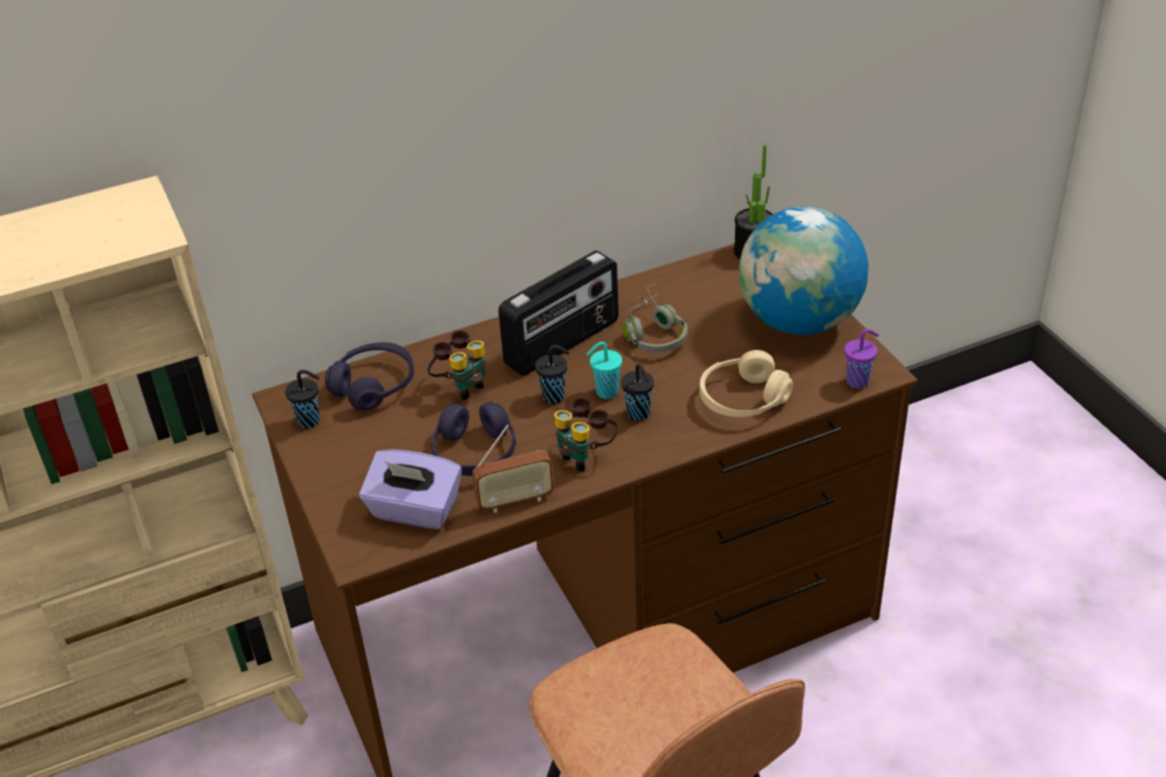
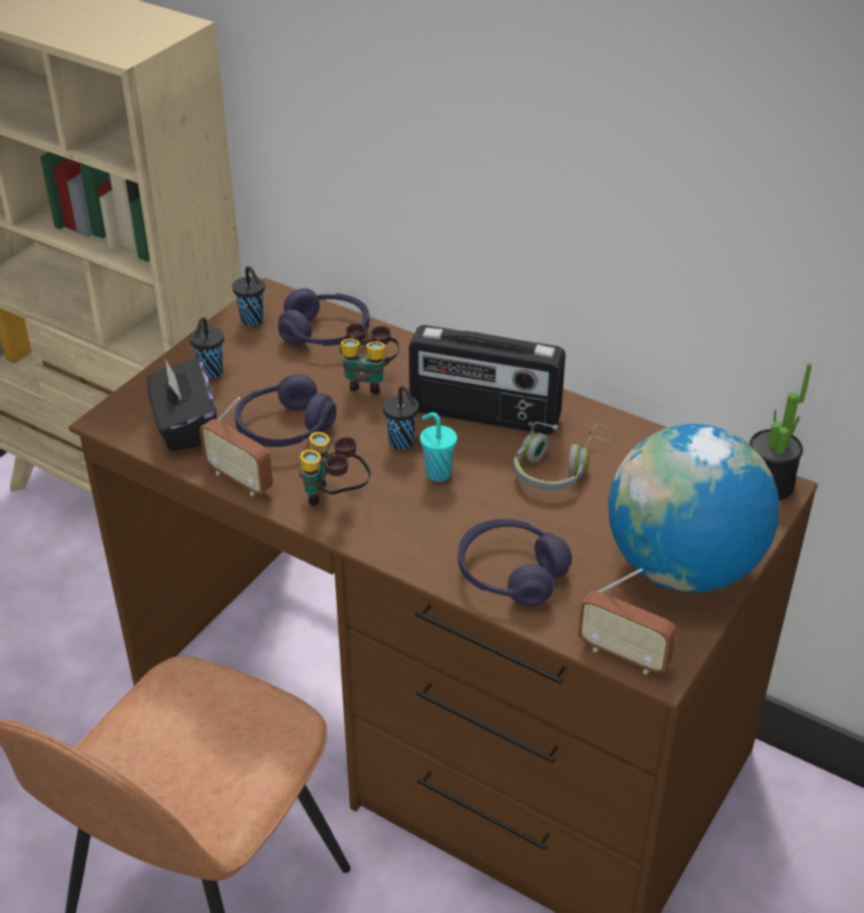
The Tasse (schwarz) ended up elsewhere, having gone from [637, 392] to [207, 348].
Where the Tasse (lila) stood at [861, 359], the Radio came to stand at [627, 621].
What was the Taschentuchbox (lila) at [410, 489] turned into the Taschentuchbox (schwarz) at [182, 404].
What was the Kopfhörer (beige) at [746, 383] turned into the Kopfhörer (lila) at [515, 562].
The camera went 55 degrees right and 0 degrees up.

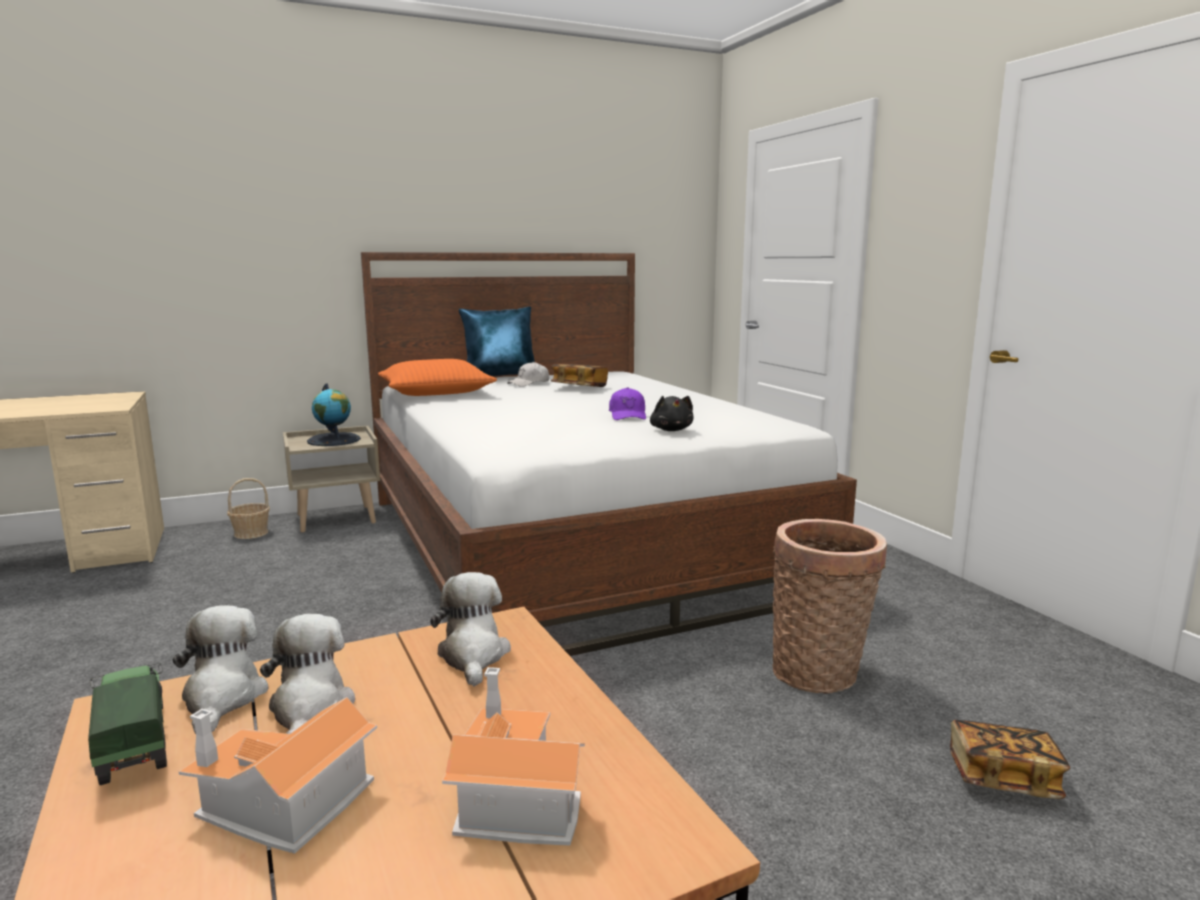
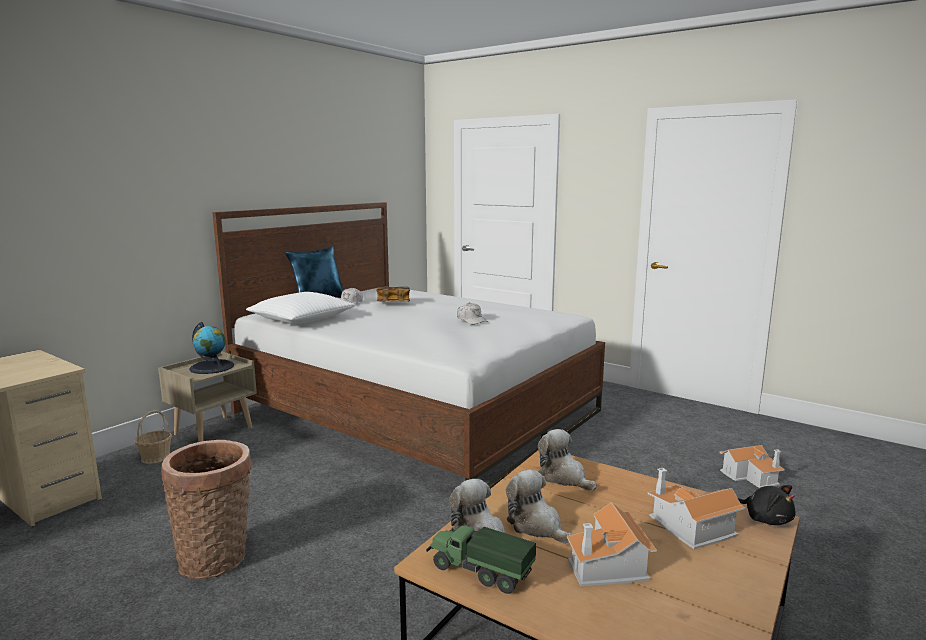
The Plüschtier (schwarz) ended up elsewhere, having gone from [671, 413] to [767, 505].
The Korb ended up elsewhere, having gone from [830, 606] to [206, 510].
Where the Buch stood at [1010, 759], the Spielzeughaus came to stand at [752, 466].
What was the Kissen (orange) at [437, 377] turned into the Kissen (weiß) at [301, 308].
What was the Kappe (lila) at [627, 403] turned into the Kappe (weiß) at [472, 313].
The camera went 30 degrees left and 0 degrees up.

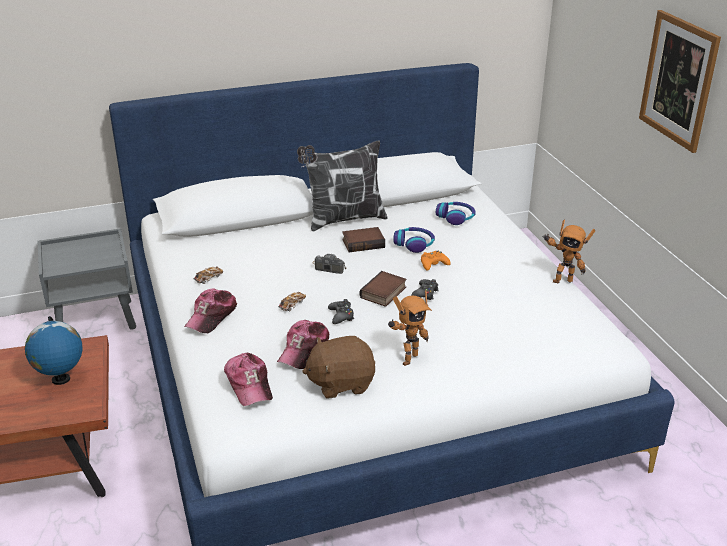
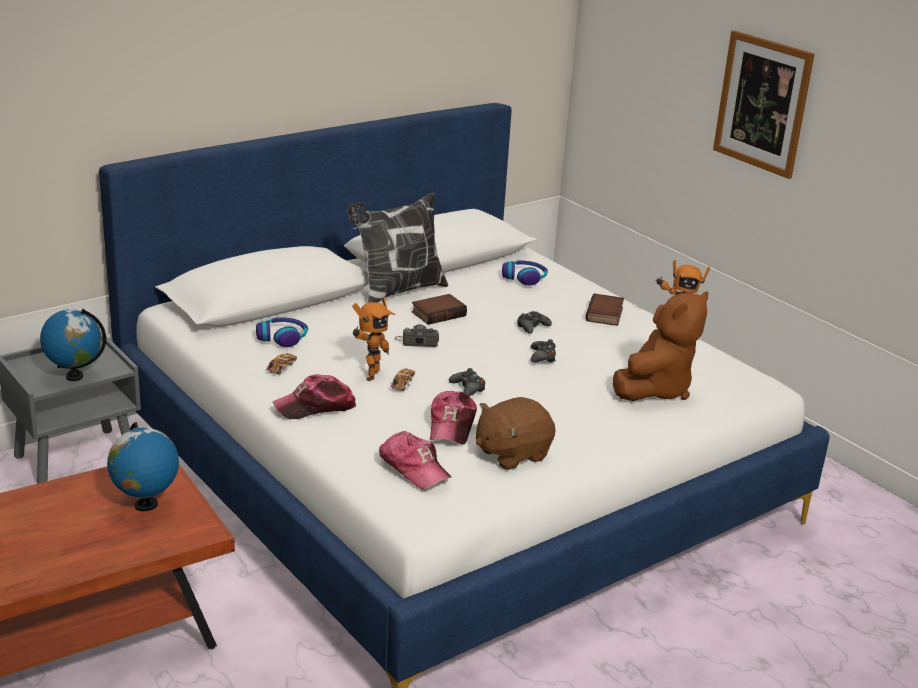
The second view gained the Globus at [73, 345].
The second view gained the Plüschtier (braun) at [661, 346].
The Buch ended up elsewhere, having gone from [383, 289] to [605, 310].
The Spielzeugroboter ended up elsewhere, having gone from [410, 328] to [374, 339].
The Kopfhörer ended up elsewhere, having gone from [414, 240] to [282, 332].
What was the Gamepad (orange) at [436, 260] turned into the Gamepad (schwarz) at [534, 322].
The Kappe at [210, 310] ended up facing another way, 60 degrees clockwise from before.
The camera went 20 degrees left and 5 degrees down.

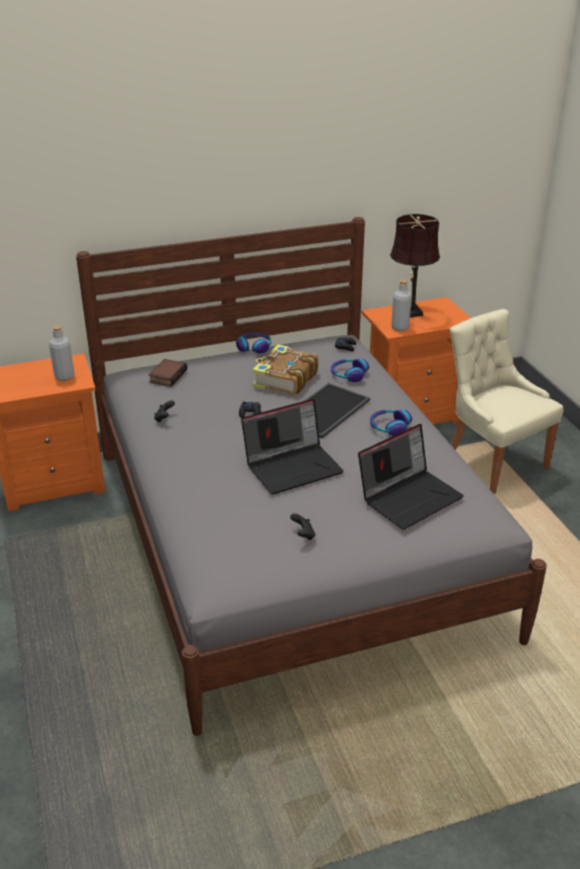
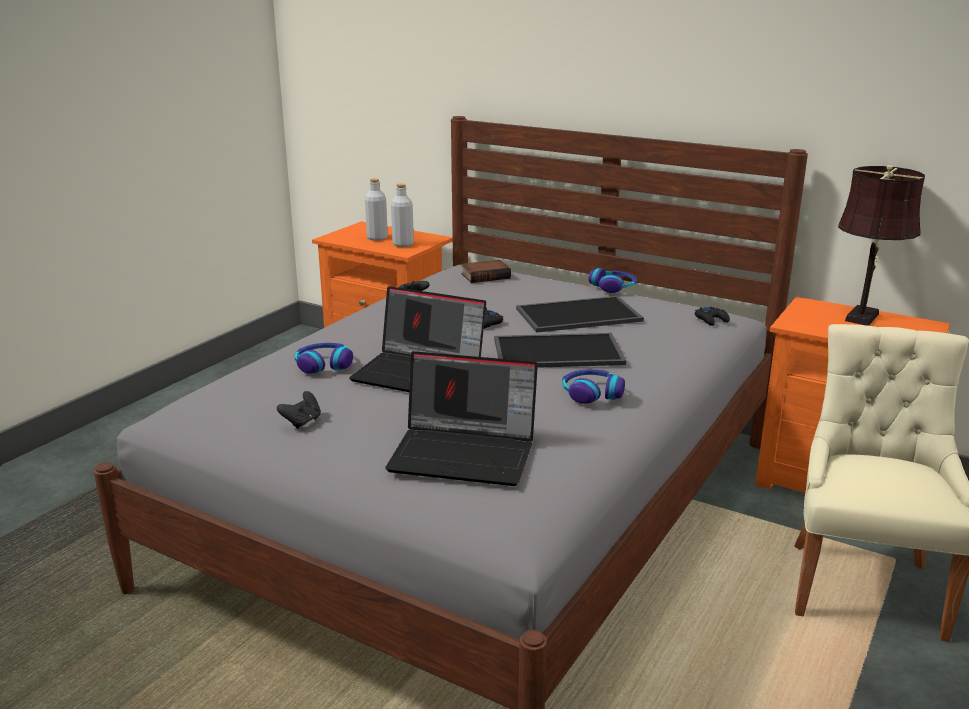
The Kopfhörer ended up elsewhere, having gone from [350, 370] to [324, 358].
The Flasche (grau) ended up elsewhere, having gone from [401, 305] to [376, 209].
Where the Buch stood at [285, 369], the Tablett came to stand at [580, 314].
The camera went 50 degrees right and 10 degrees down.

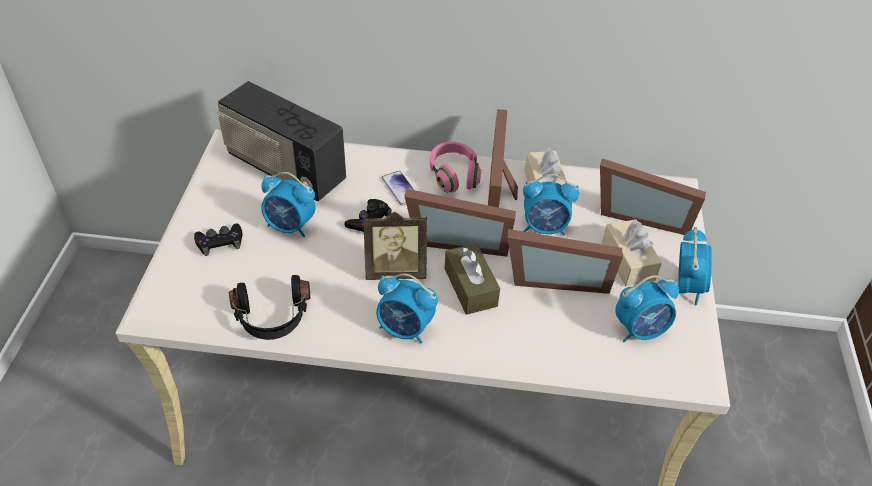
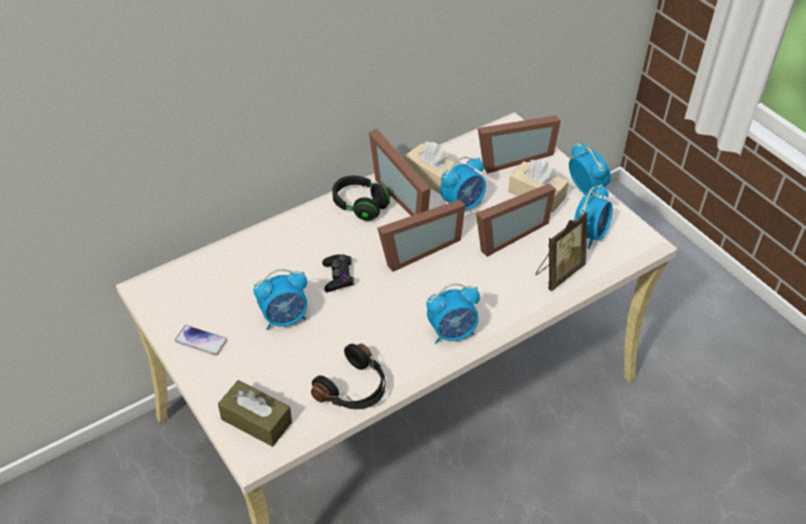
The second view lost the Gamepad (schwarz) at [218, 239].
The second view lost the Radio at [281, 141].
The Bilderrahmen ended up elsewhere, having gone from [395, 246] to [561, 251].
The Handy ended up elsewhere, having gone from [398, 188] to [201, 340].
The Taschentuchbox (braun) ended up elsewhere, having gone from [472, 279] to [255, 413].
What was the Kopfhörer (rosa) at [455, 167] turned into the Kopfhörer (schwarz) at [361, 198].
The camera went 40 degrees left and 0 degrees up.

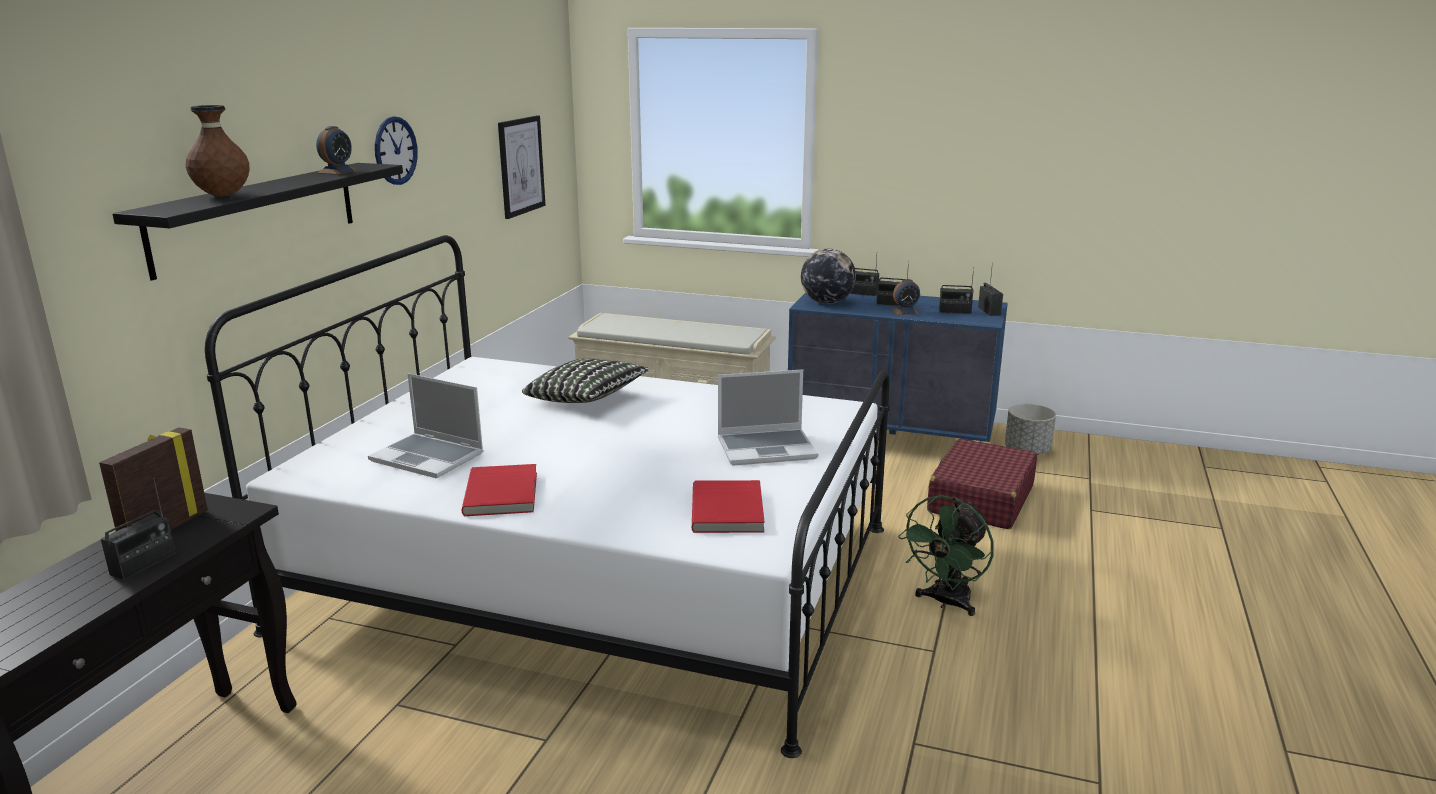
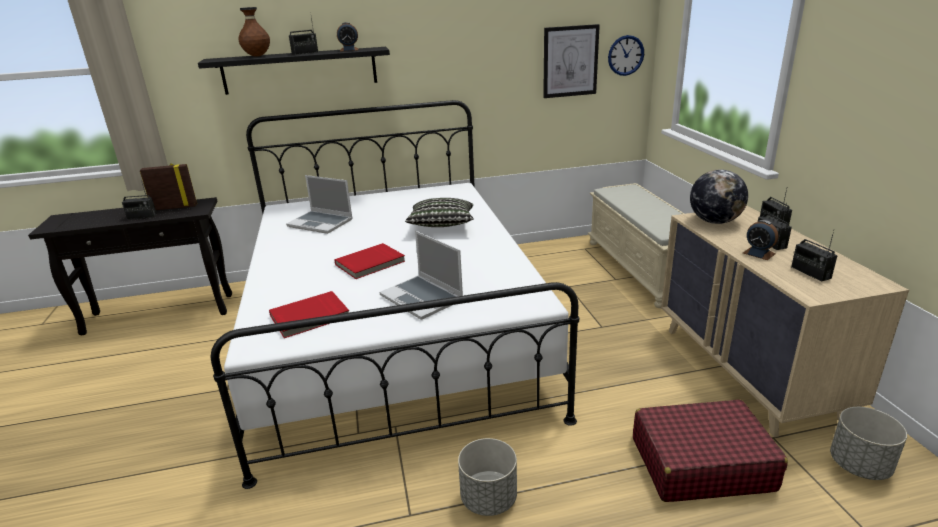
The Wanduhr ended up elsewhere, having gone from [396, 150] to [626, 55].
The Buch (rot) ended up elsewhere, having gone from [499, 490] to [370, 261].
The Radio ended up elsewhere, having gone from [990, 289] to [303, 33].
Where the Ventilator (grün) stood at [946, 555], the Pflanzkübel (grau) came to stand at [487, 477].
What was the Kommode (blau) at [898, 367] turned into the Kommode (beige) at [785, 321].
The Laptop at [426, 426] ended up facing another way, 60 degrees counterclockwise from before.
The camera went 60 degrees right and 5 degrees up.

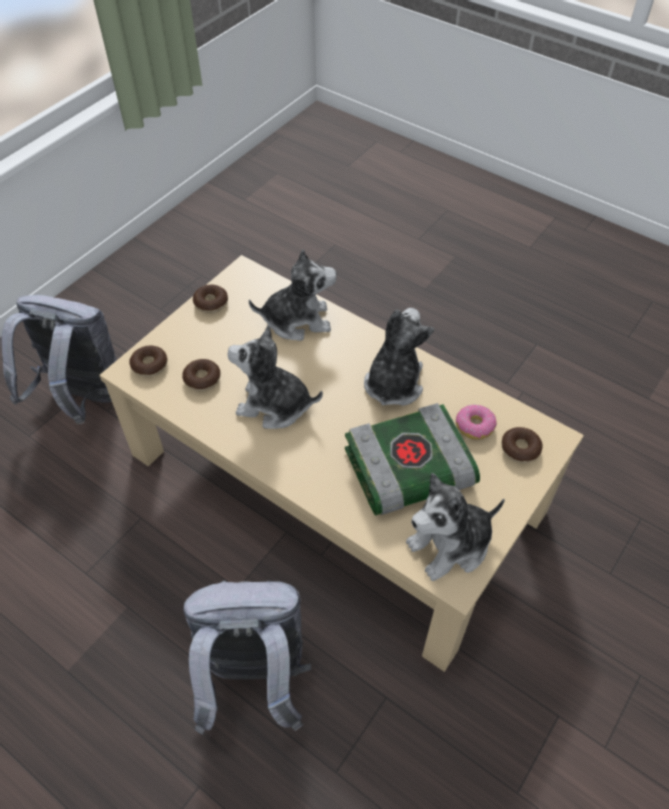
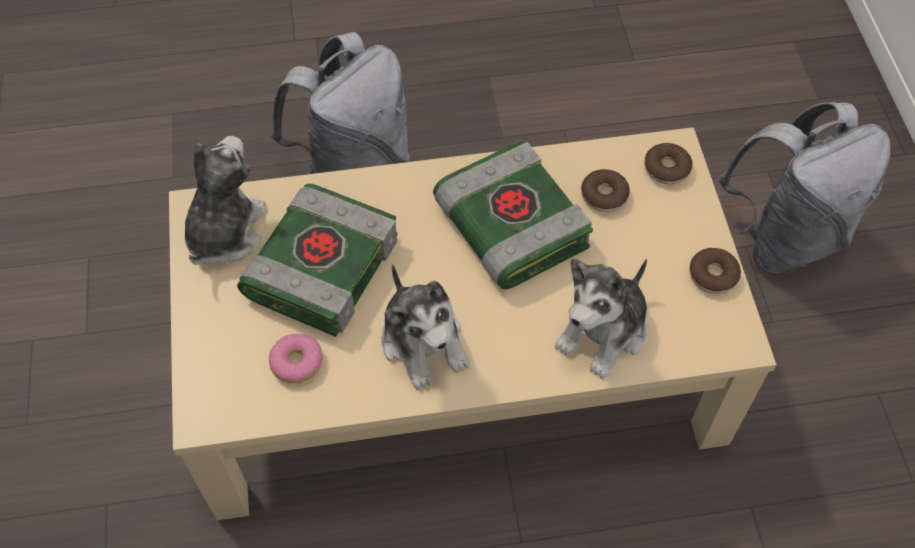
The second view lost the Donut at [521, 445].
Where the Plüschtier stood at [275, 377], the Buch came to stand at [513, 214].
The camera went 135 degrees right and 5 degrees up.

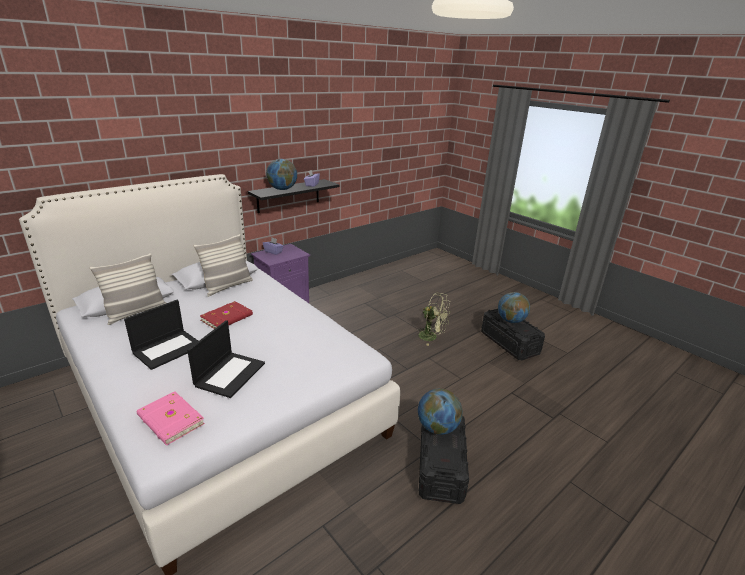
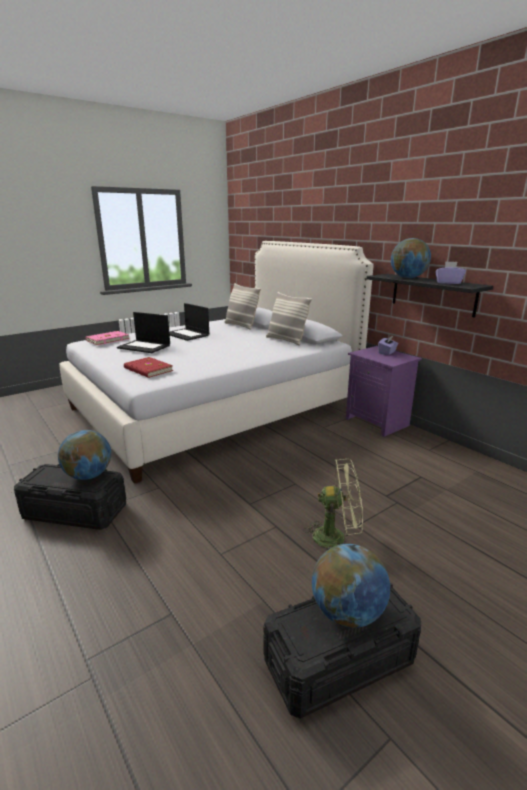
The Buch (rot) ended up elsewhere, having gone from [226, 315] to [148, 367].
The Ventilator (grün) at [433, 319] ended up facing another way, 120 degrees counterclockwise from before.
The camera went 95 degrees right and 5 degrees down.

